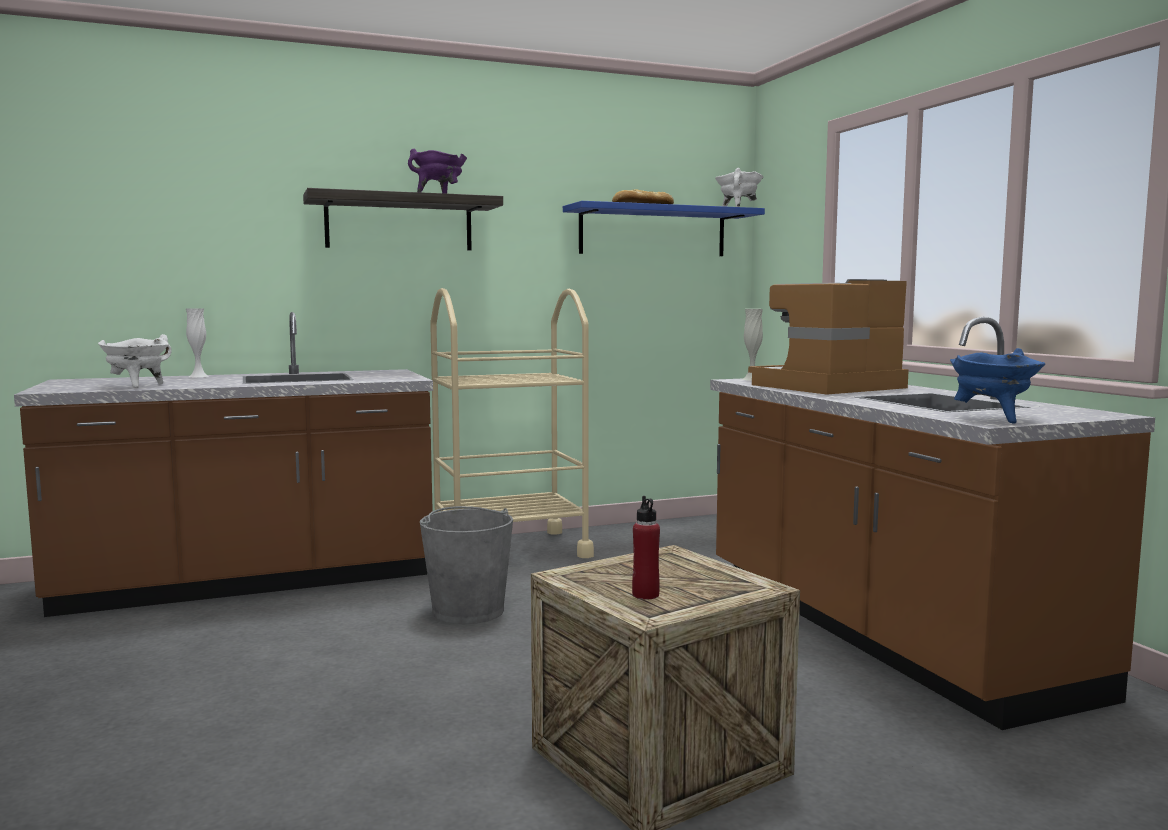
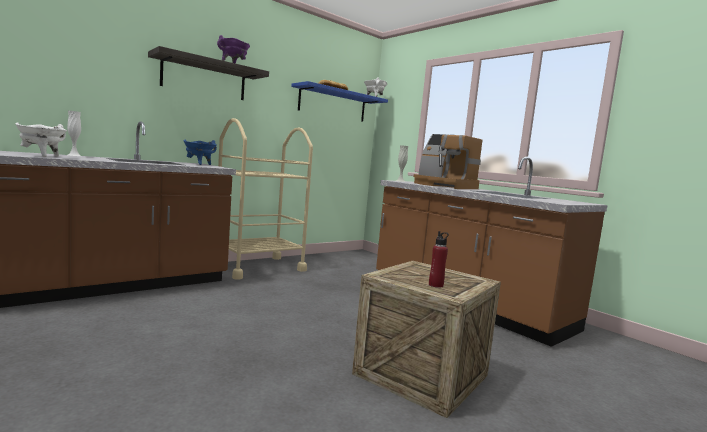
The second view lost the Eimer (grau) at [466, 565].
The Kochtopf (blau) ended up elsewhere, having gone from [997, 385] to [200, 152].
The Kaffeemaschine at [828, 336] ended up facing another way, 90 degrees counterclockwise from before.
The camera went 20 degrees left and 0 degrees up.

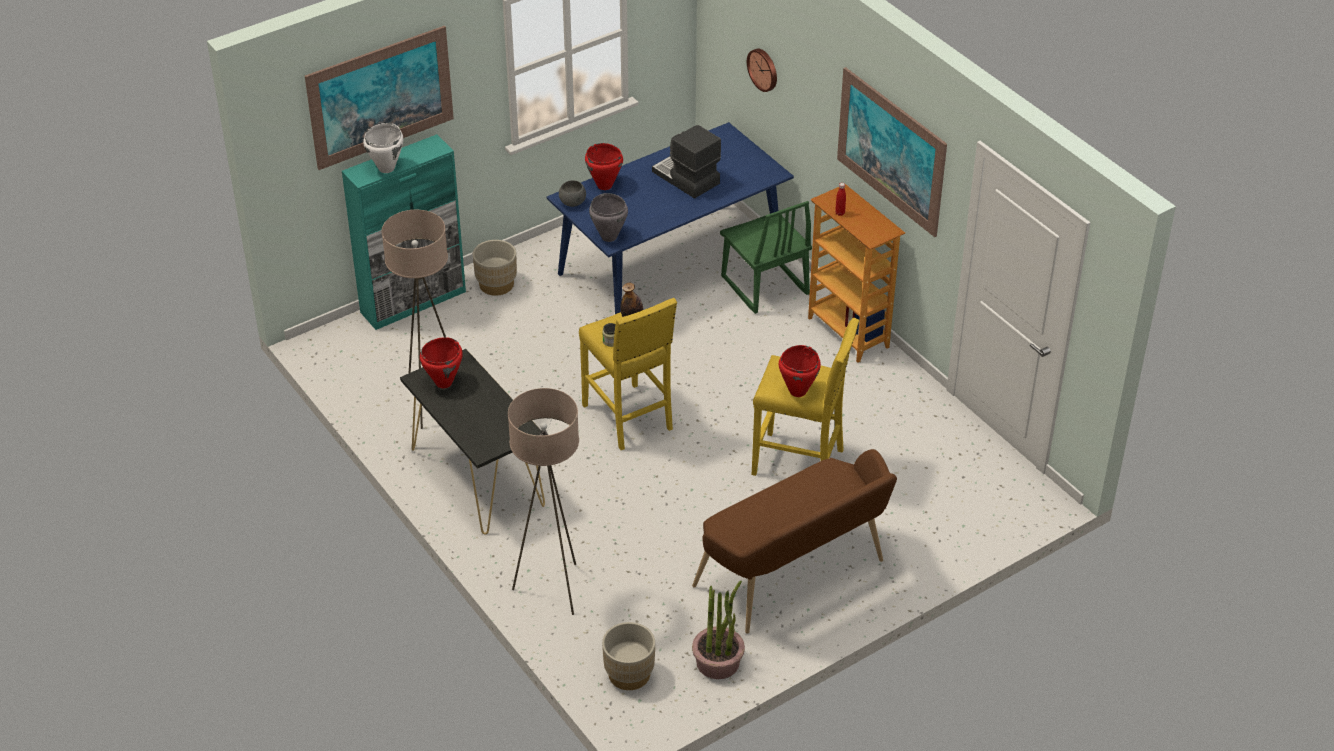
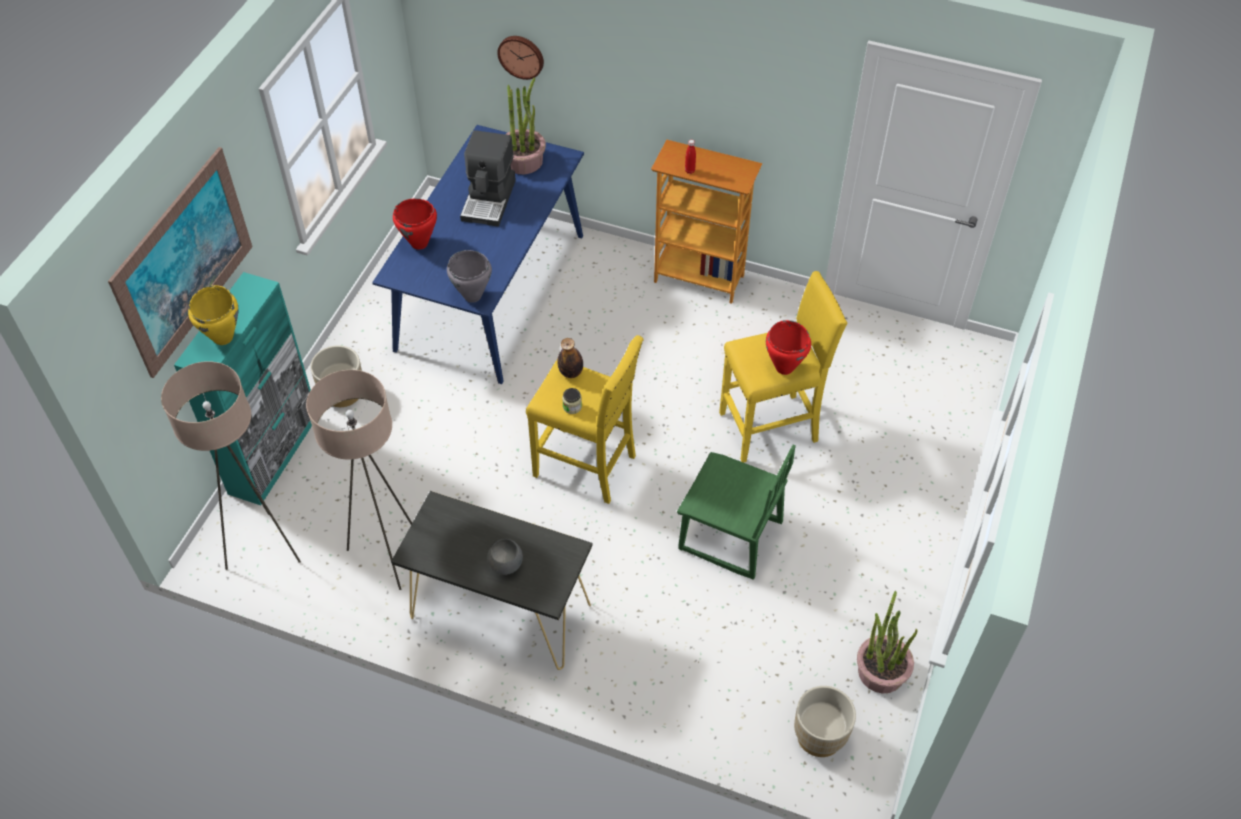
The second view lost the Kochtopf (rot) at [441, 362].
The second view lost the Bank (braun) at [794, 541].
The second view lost the Bild at [892, 152].
The second view gained the Topfpflanze at [525, 125].
The Stehlampe (beige) ended up elsewhere, having gone from [543, 501] to [231, 465].
The Schüssel (grau) ended up elsewhere, having gone from [572, 193] to [505, 557].
The Stuhl (grün) ended up elsewhere, having gone from [766, 257] to [736, 512].
What was the Kochtopf (weiß) at [383, 148] turned into the Kochtopf (gelb) at [213, 315].
The Kaffeemaschine at [686, 162] ended up facing another way, 90 degrees counterclockwise from before.
The camera went 35 degrees left and 10 degrees up.

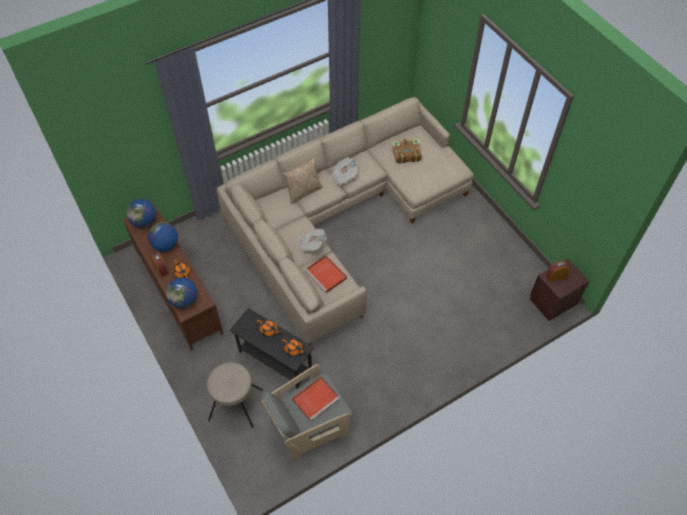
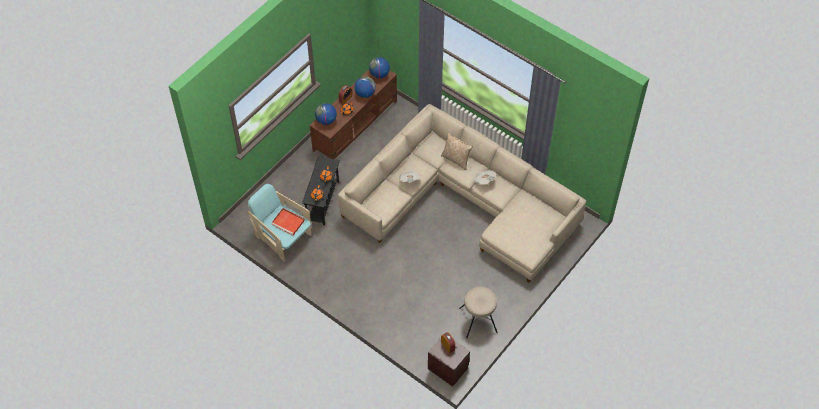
The second view lost the Tablett (rot) at [326, 274].
The second view lost the Buch at [407, 151].
The Hocker (beige) ended up elsewhere, having gone from [235, 395] to [478, 312].
What was the Sessel (grau) at [306, 412] turned into the Sessel (türkis) at [280, 223].
The camera went 70 degrees right and 0 degrees up.

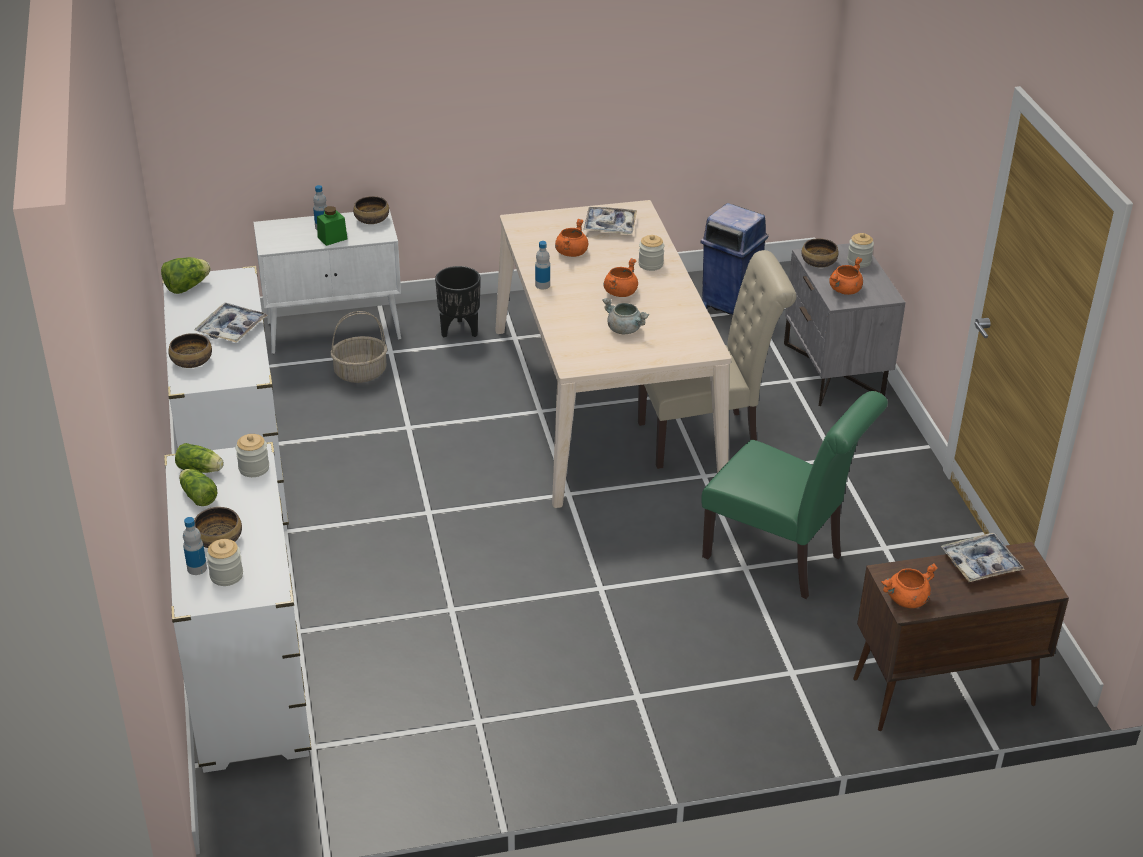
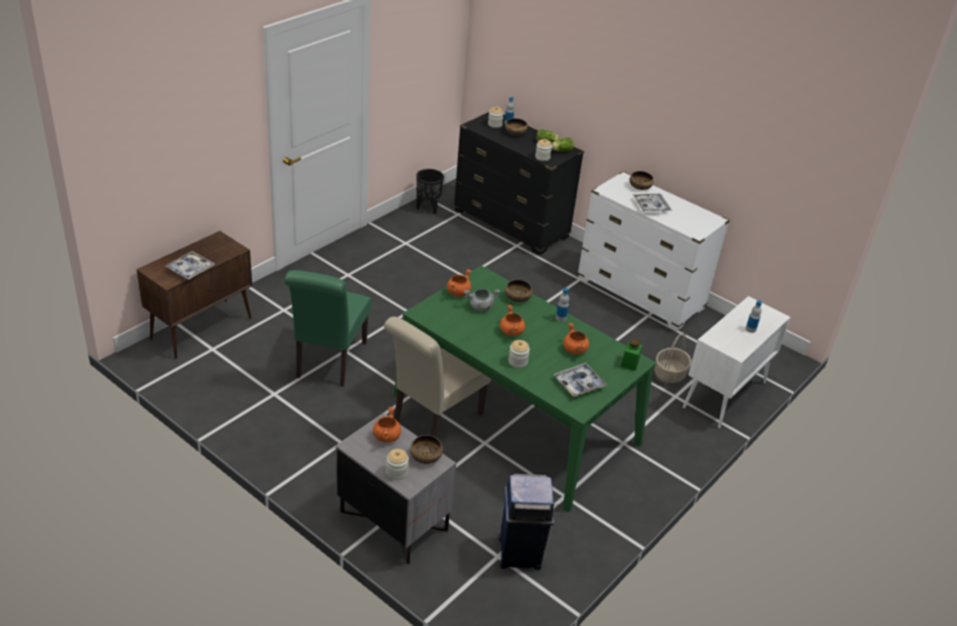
The second view lost the Salatkopf at [186, 275].
The Vorratsglas (grün) ended up elsewhere, having gone from [332, 226] to [631, 355].
The Schüssel ended up elsewhere, having gone from [371, 210] to [518, 291].
The Pflanzkübel (schwarz) ended up elsewhere, having gone from [458, 301] to [430, 191].
The Kochtopf (orange) ended up elsewhere, having gone from [909, 585] to [459, 283].
What was the Kommode (weiß) at [238, 607] turned into the Kommode (schwarz) at [519, 183].
What was the Esstisch (beige) at [613, 354] turned into the Esstisch (grün) at [525, 389].
The Stuhl (grün) at [794, 495] ended up facing another way, 75 degrees counterclockwise from before.
The camera went 140 degrees right and 0 degrees up.

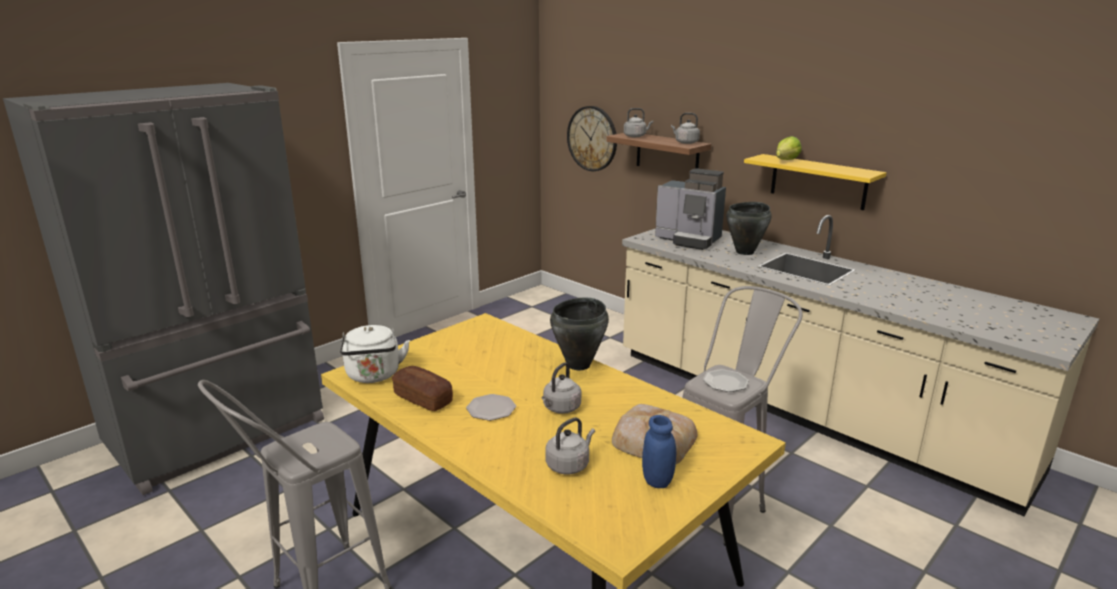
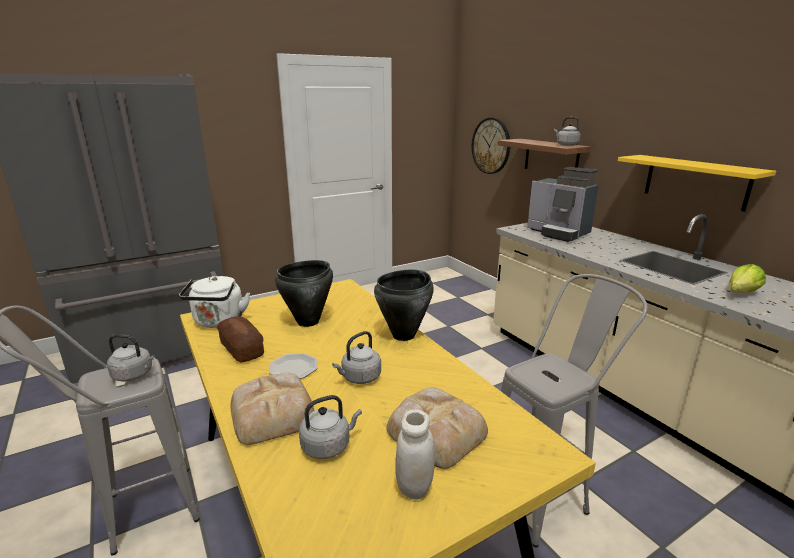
The second view lost the Teller at [726, 380].
The second view gained the Brot at [272, 409].
The Wasserkessel (grau) ended up elsewhere, having gone from [638, 122] to [131, 358].
The Kochtopf (schwarz) ended up elsewhere, having gone from [749, 228] to [304, 293].
The Salatkopf ended up elsewhere, having gone from [789, 148] to [747, 278].
What was the Vorratsglas (blau) at [659, 451] turned into the Vorratsglas (weiß) at [415, 454].
The camera went 15 degrees right and 0 degrees up.

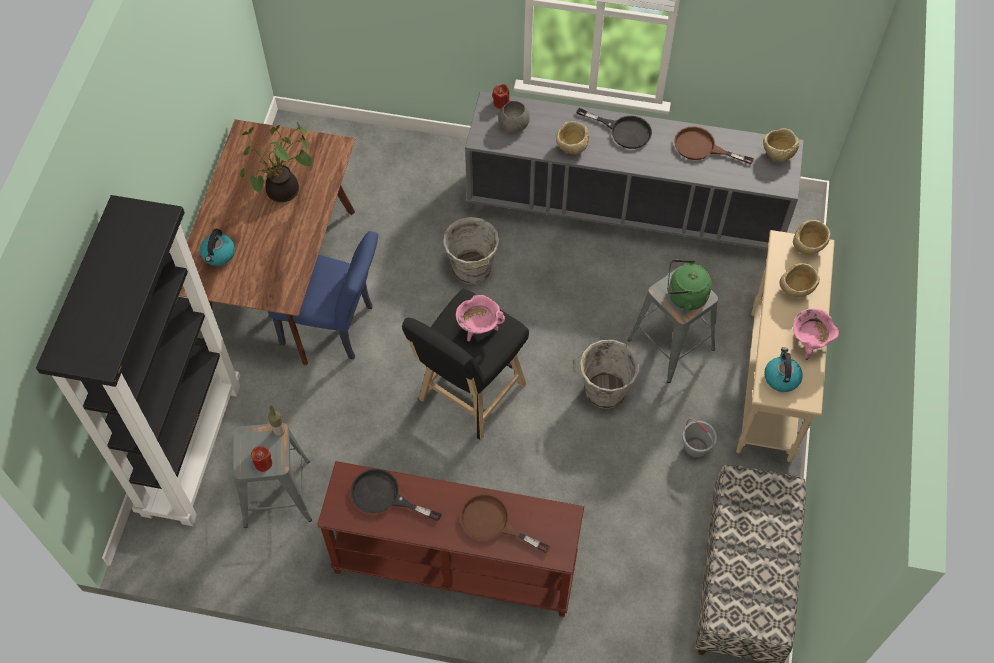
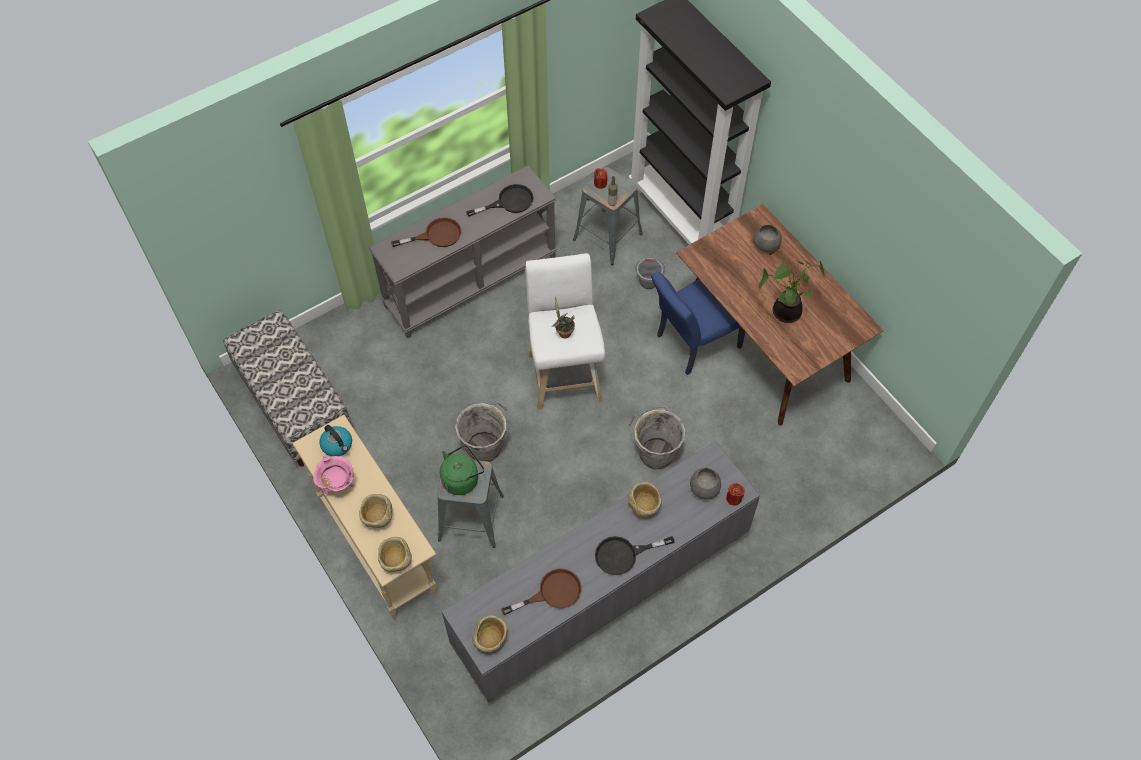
The Eimer (grau) ended up elsewhere, having gone from [699, 439] to [650, 273].
Where the Wasserkessel stood at [217, 247], the Schüssel (grau) came to stand at [767, 238].
Where the Kochtopf (rosa) stood at [480, 318], the Topfpflanze came to stand at [563, 317].
What was the Konsolentisch (braun) at [450, 539] turned into the Konsolentisch (grau) at [463, 252].
What was the Hocker (schwarz) at [465, 364] turned into the Hocker (weiß) at [565, 331].
The camera went 135 degrees right and 0 degrees up.

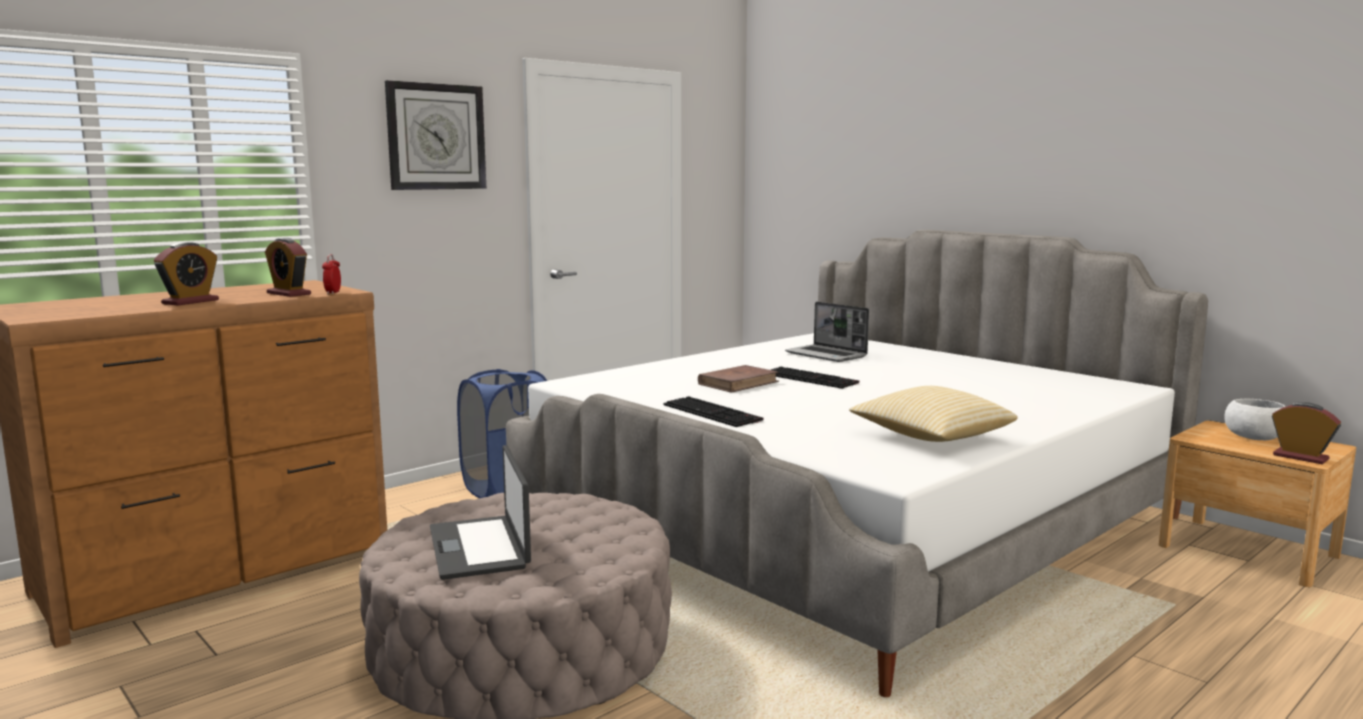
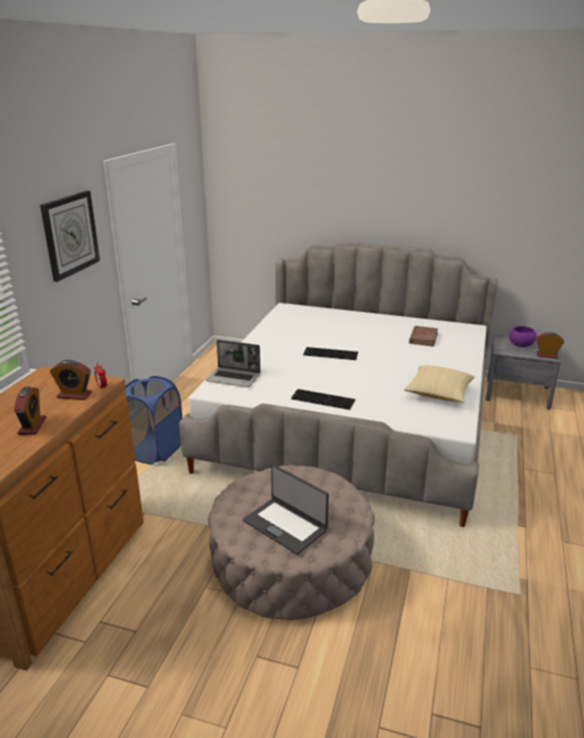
The Buch (braun) ended up elsewhere, having gone from [738, 379] to [423, 336].
The Laptop ended up elsewhere, having gone from [827, 332] to [233, 363].
What was the Nachttisch (braun) at [1257, 504] turned into the Nachttisch (grau) at [523, 372].
What was the Schüssel (weiß) at [1255, 419] turned into the Schüssel (lila) at [523, 336].
The camera went 30 degrees left and 15 degrees up.

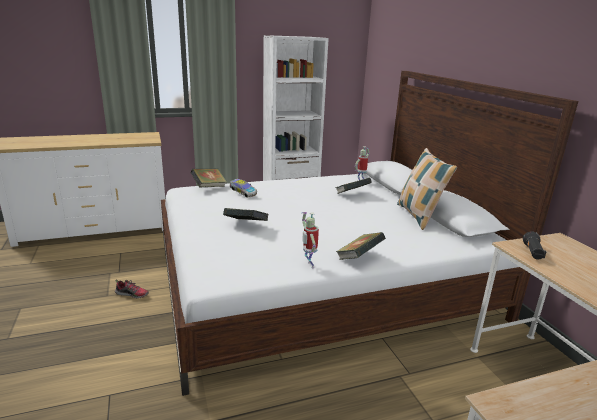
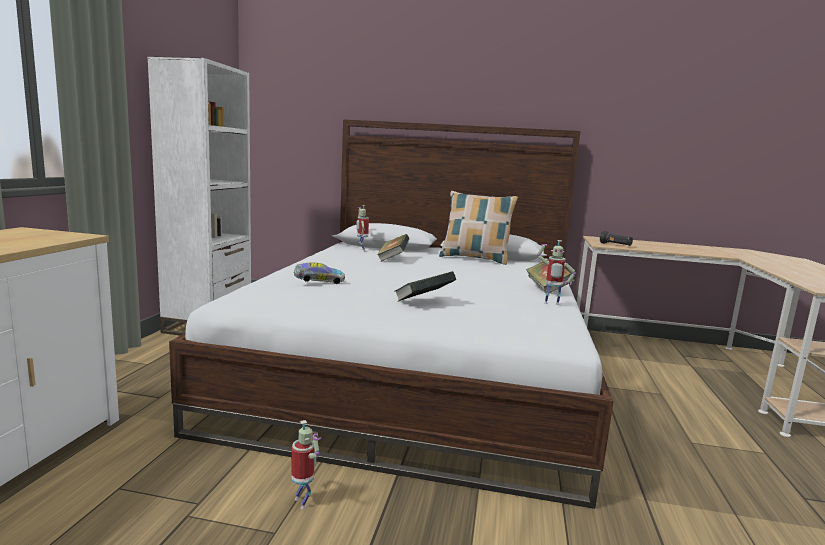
The second view lost the Buch at [208, 177].
Where the Schuh stood at [132, 288], the Spielzeugroboter came to stand at [306, 465].
The camera went 60 degrees left and 10 degrees down.

